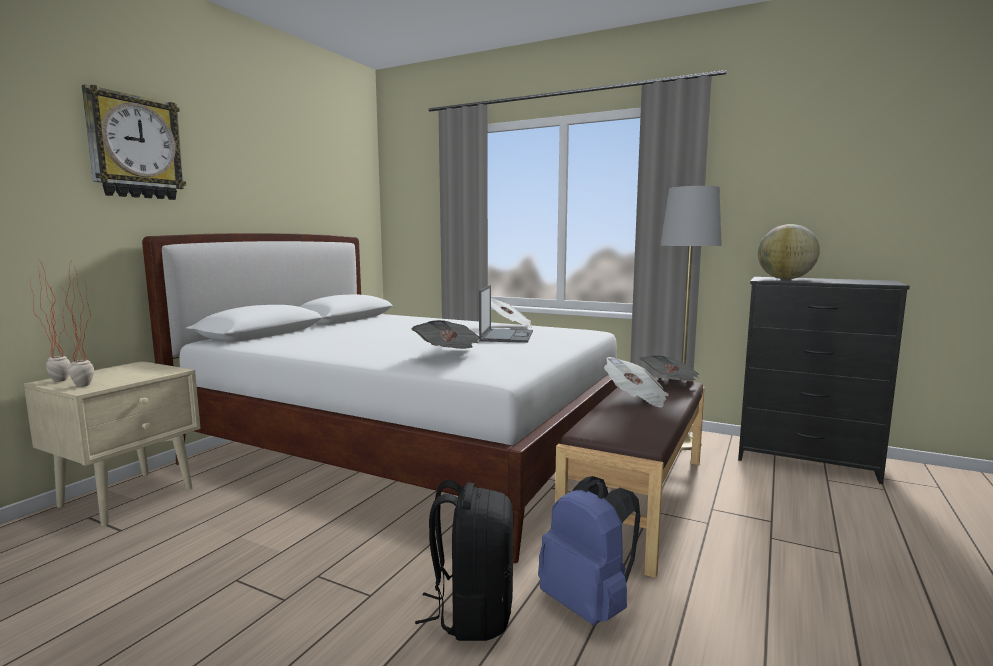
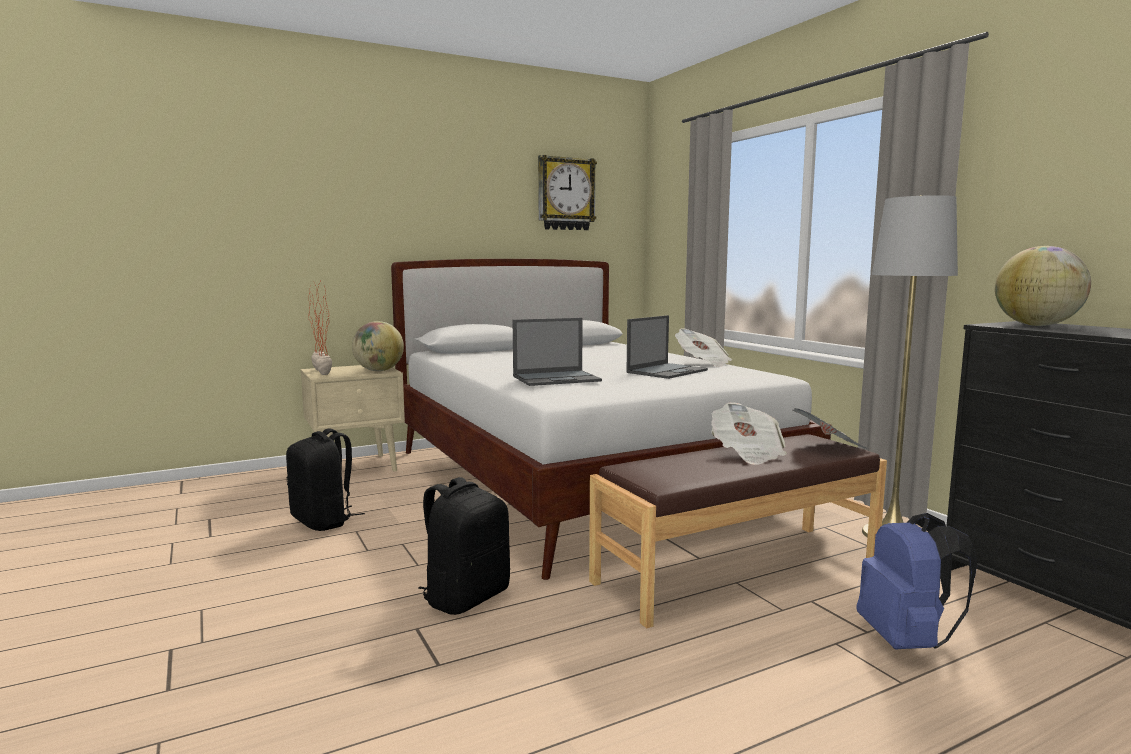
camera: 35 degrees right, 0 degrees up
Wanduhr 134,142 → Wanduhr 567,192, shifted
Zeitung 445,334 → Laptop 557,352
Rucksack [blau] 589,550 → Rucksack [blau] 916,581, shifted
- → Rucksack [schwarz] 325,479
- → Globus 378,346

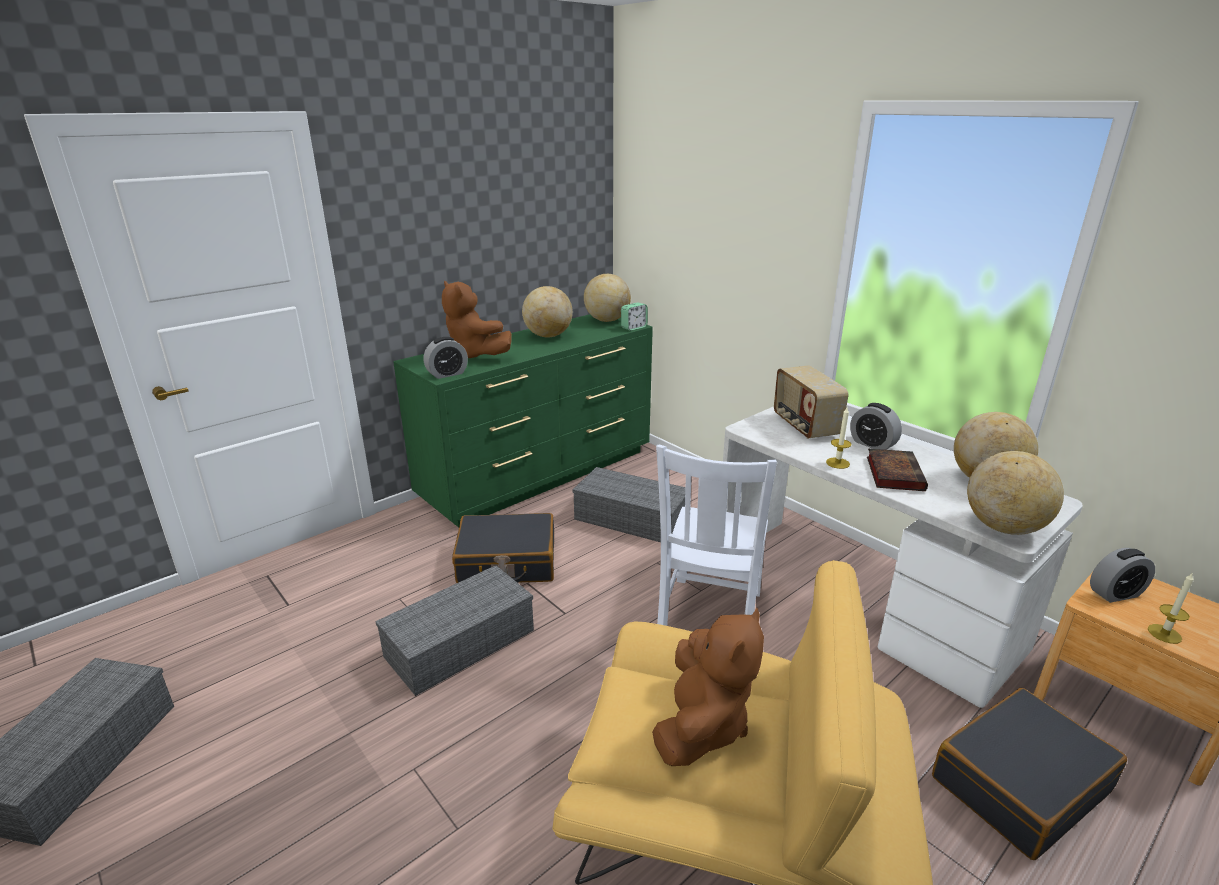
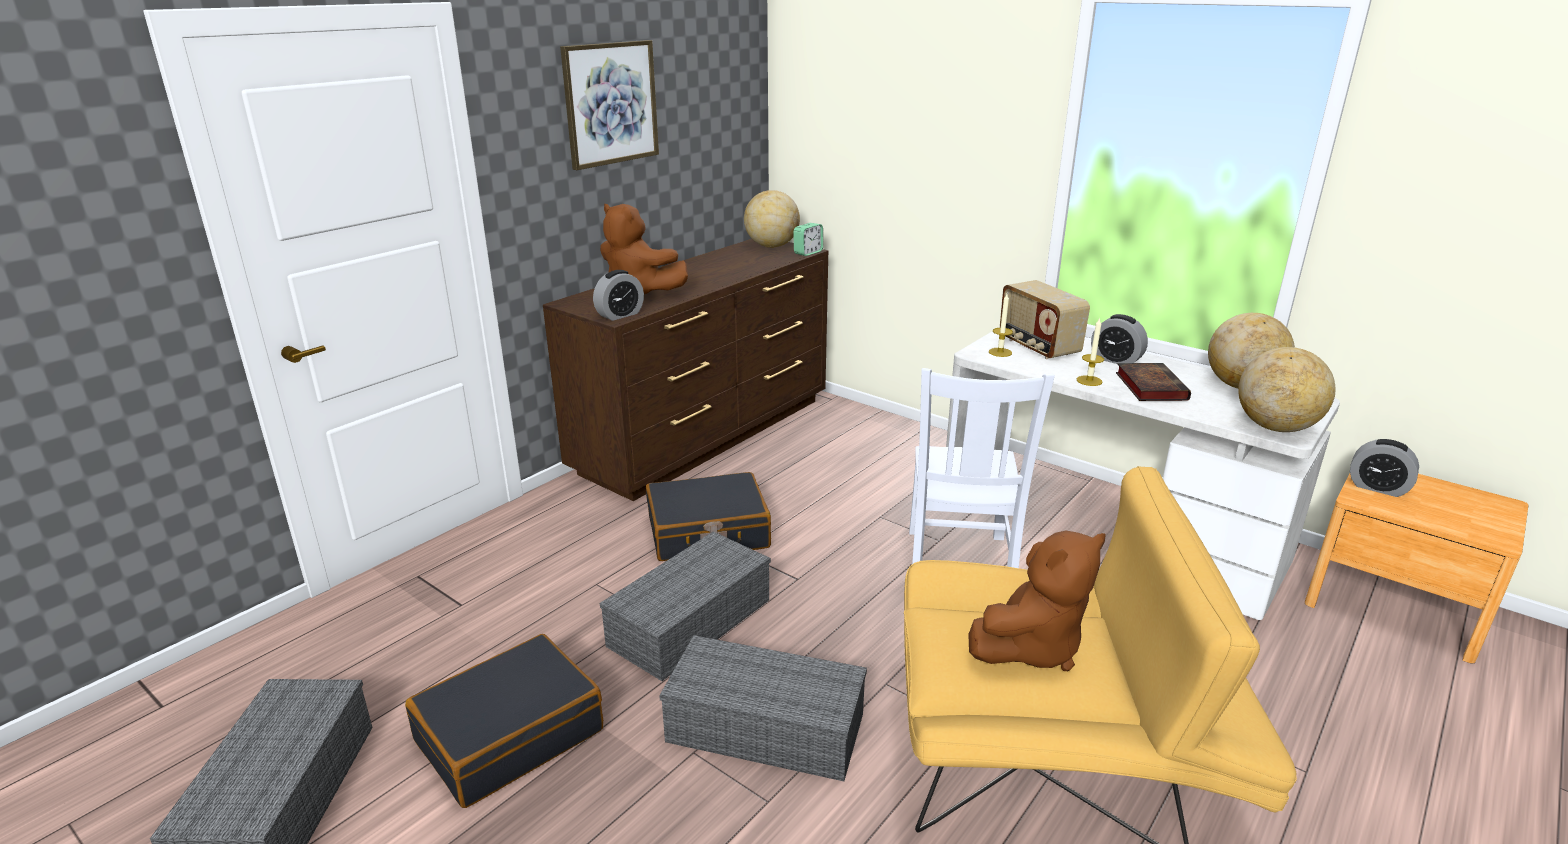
camera: 10 degrees left, 0 degrees up
Kommode [grün] 523,420 → Kommode [braun] 685,370
Globus 547,312 → -
Aufbewahrungsbox [grau] 629,504 → Aufbewahrungsbox [grau] 763,708, shifted
Plüschtier [braun] 708,687 → Plüschtier [braun] 1037,601, 45 degrees clockwise
Koffer [schwarz] 1029,774 → Koffer [schwarz] 504,721, shifted
Wecker 1122,575 → Wecker 1384,468, 60 degrees clockwise
Kerze 1171,608 → Kerze 1001,325, shifted
- → Bild 609,105

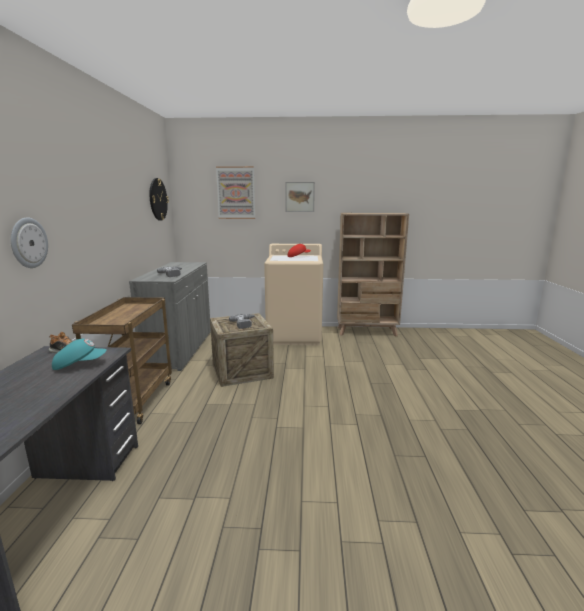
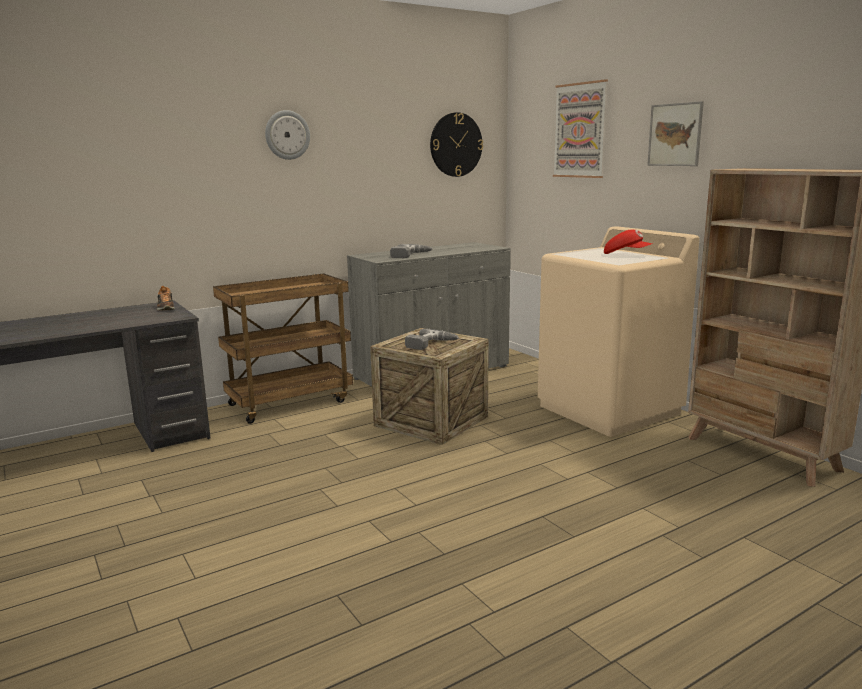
camera: 55 degrees right, 0 degrees up
Wanduhr 29,242 → Wanduhr 287,135, shifted
Kappe [türkis] 79,354 → -

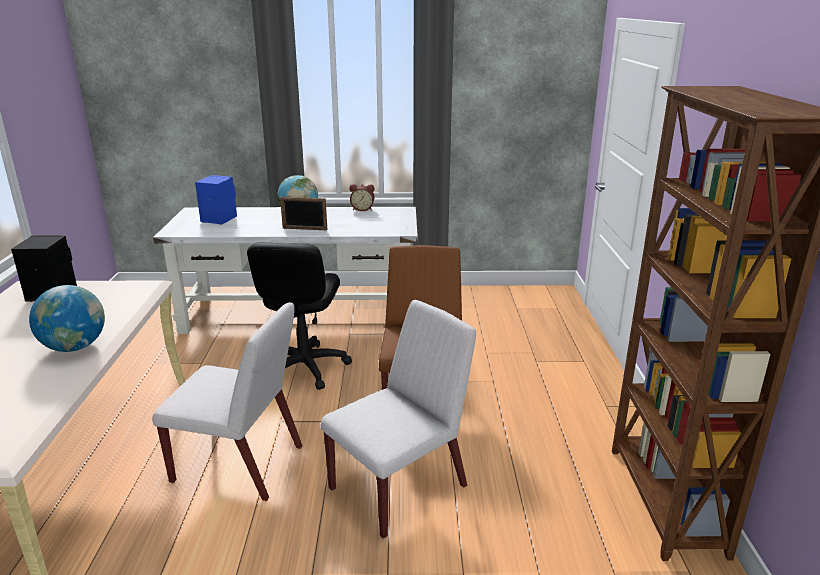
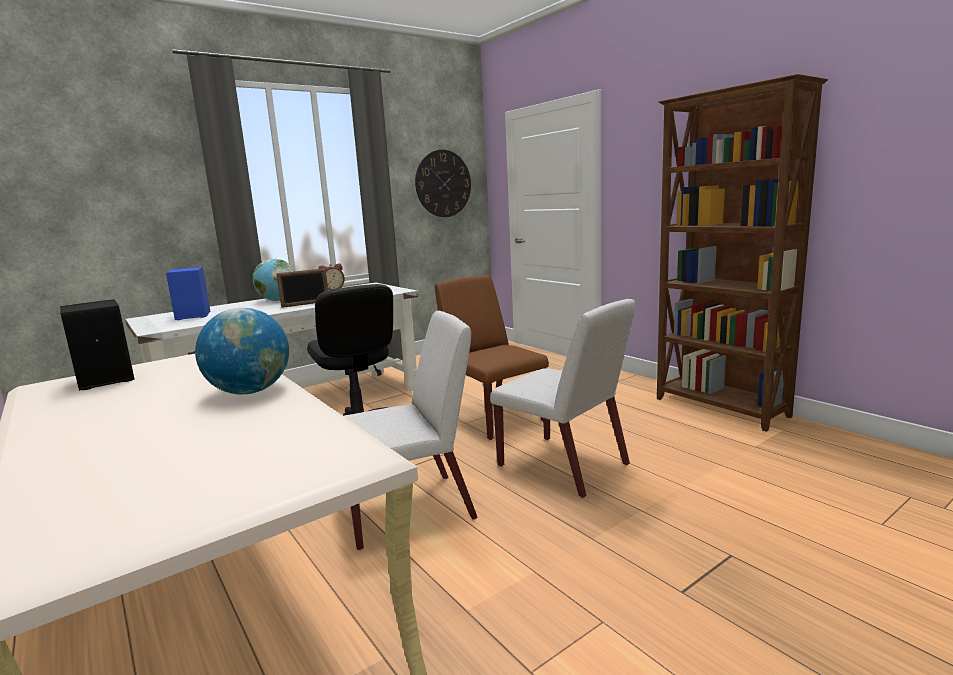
camera: 35 degrees left, 10 degrees down
Stuhl [weiß] 398,419 → Stuhl [weiß] 563,398, 120 degrees clockwise
- → Wanduhr 443,183

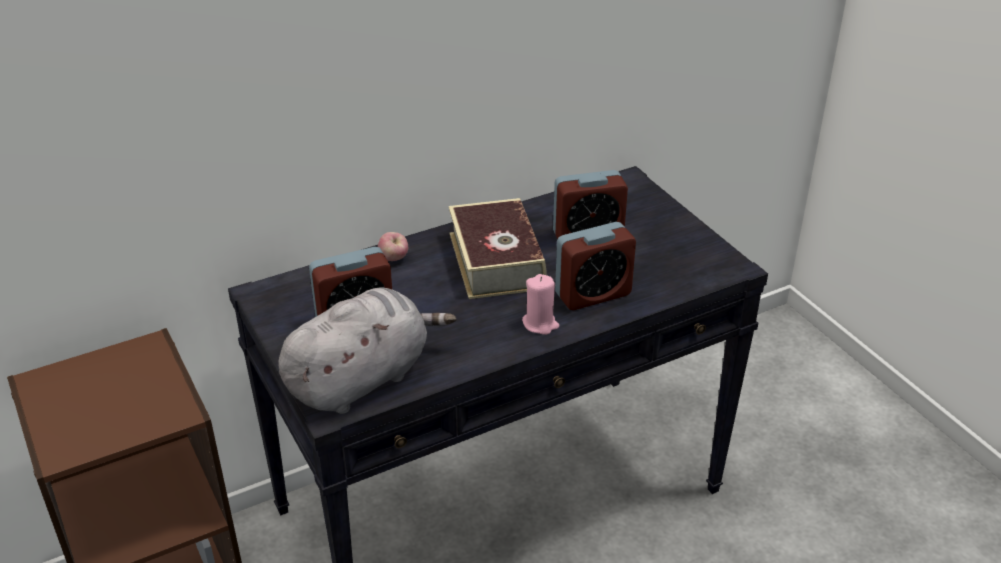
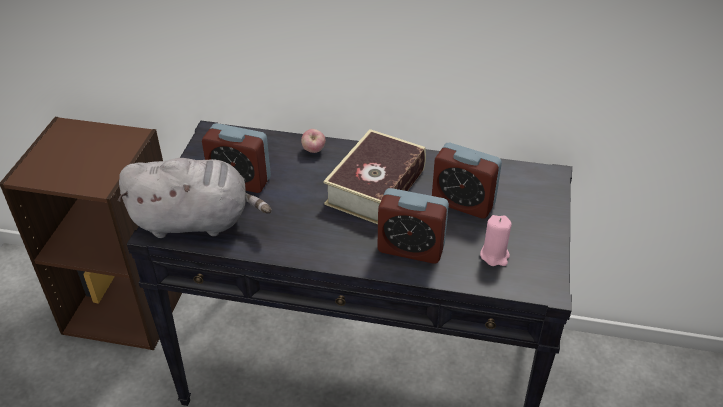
camera: 40 degrees right, 5 degrees up
Kerze [rosa] 540,304 → Kerze [rosa] 496,240, shifted

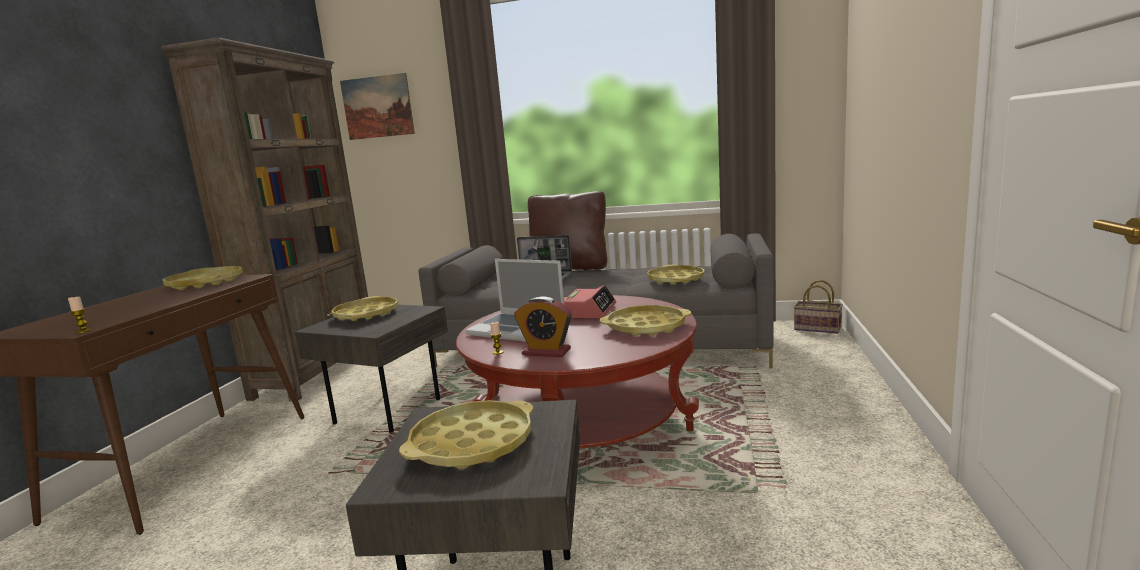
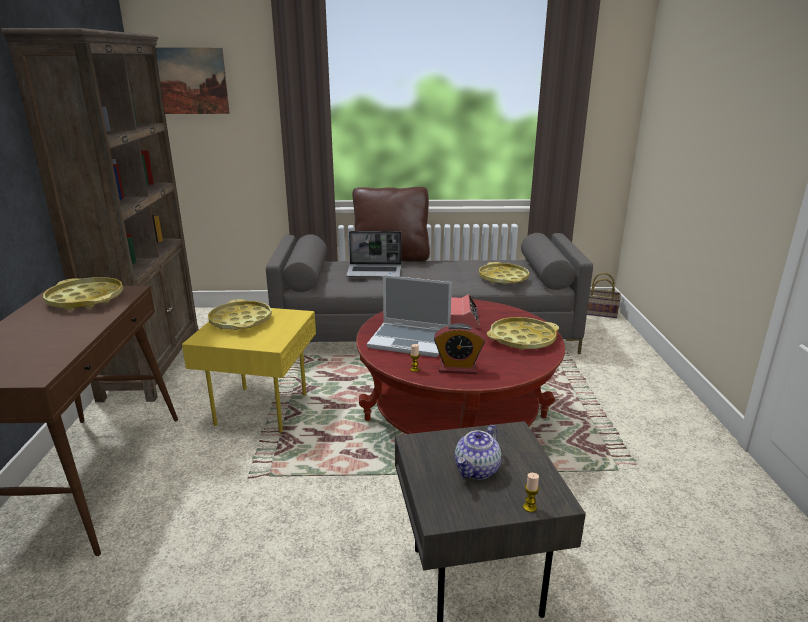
camera: 15 degrees left, 10 degrees up
Kerze 79,315 → Kerze 531,492, shifted
Beistelltisch [grau] 371,369 → Beistelltisch [gelb] 249,370
Tablett [gelb] 466,434 → Teekanne 478,452

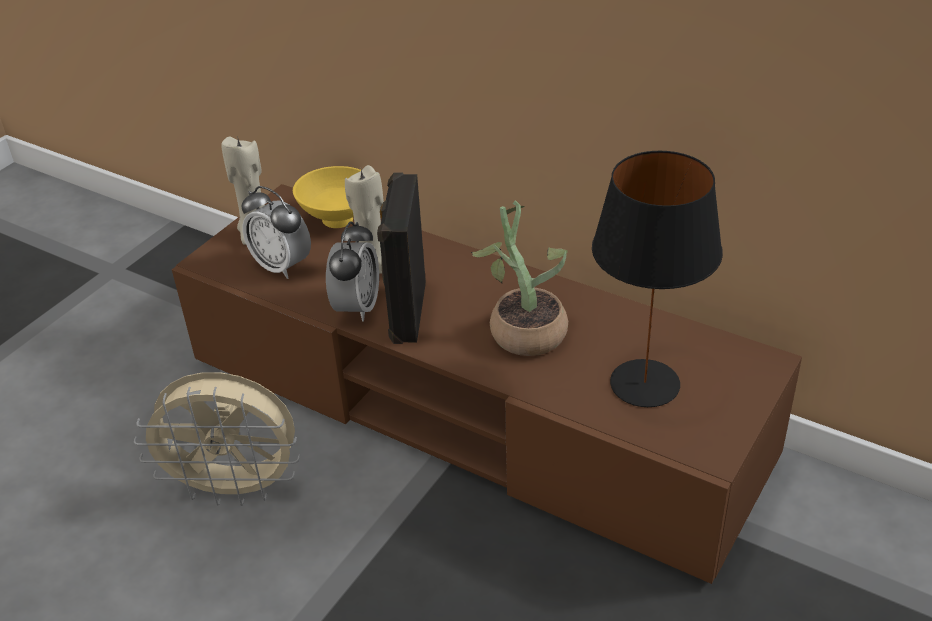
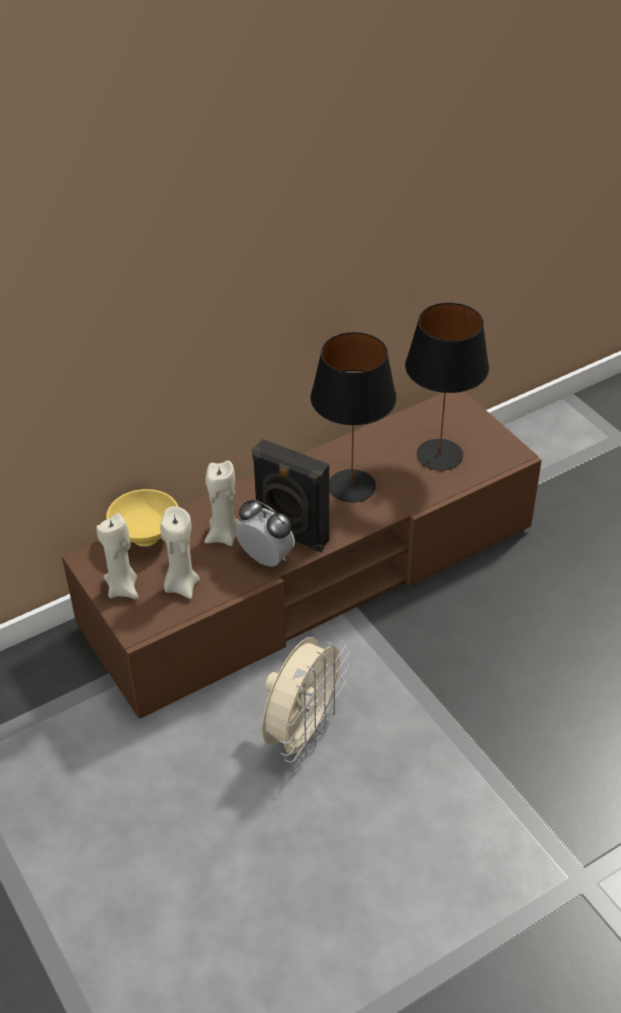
camera: 65 degrees left, 5 degrees up
Wecker 276,232 → Kerze [beige] 180,552
Topfpflanze 519,278 → Tischlampe [schwarz] 353,417

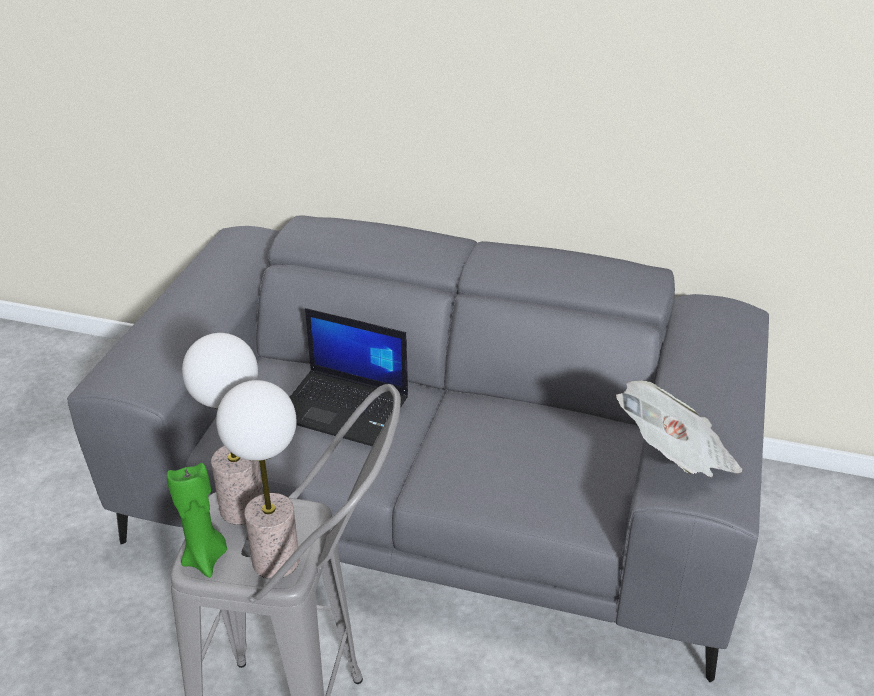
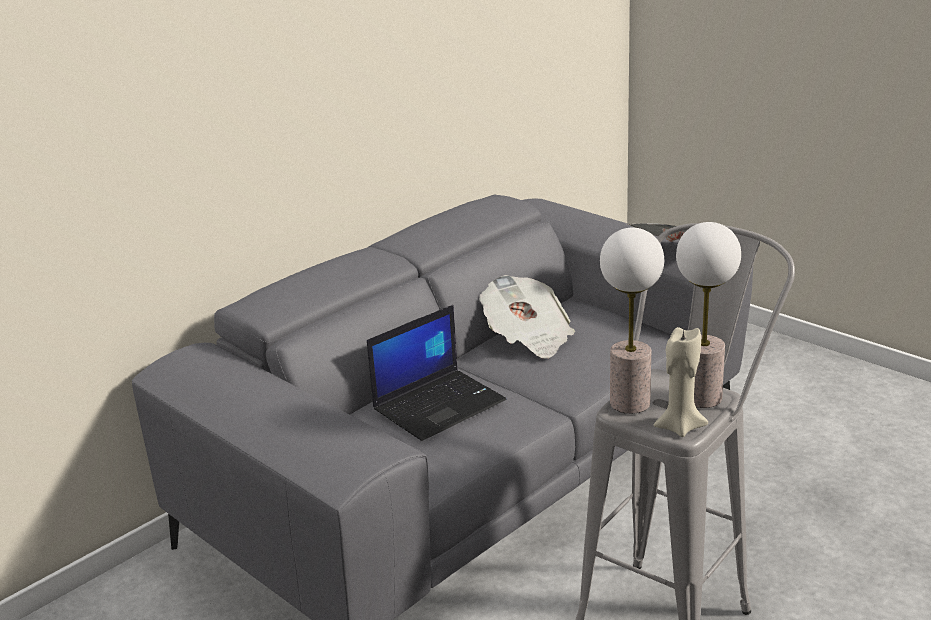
camera: 60 degrees left, 10 degrees down
Kerze [grün] 197,520 → Kerze [beige] 681,382
- → Zeitung 527,317

